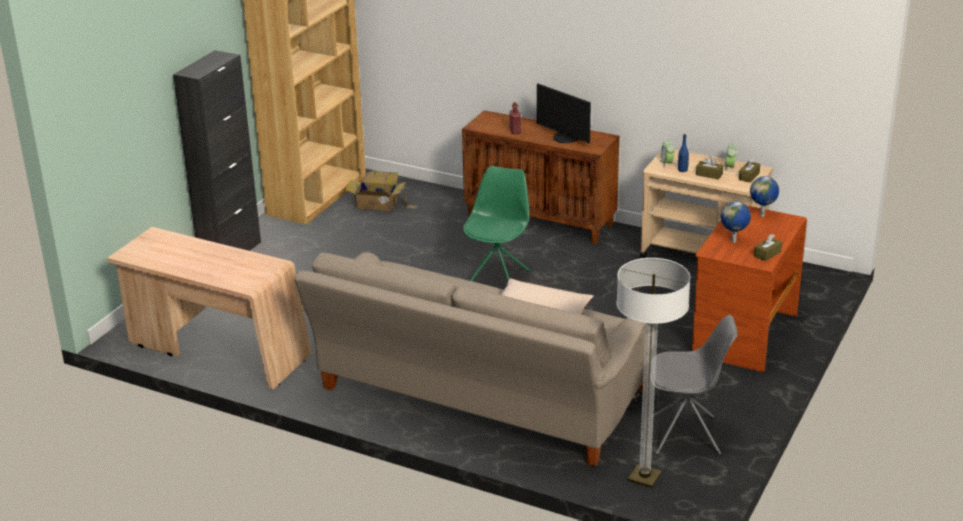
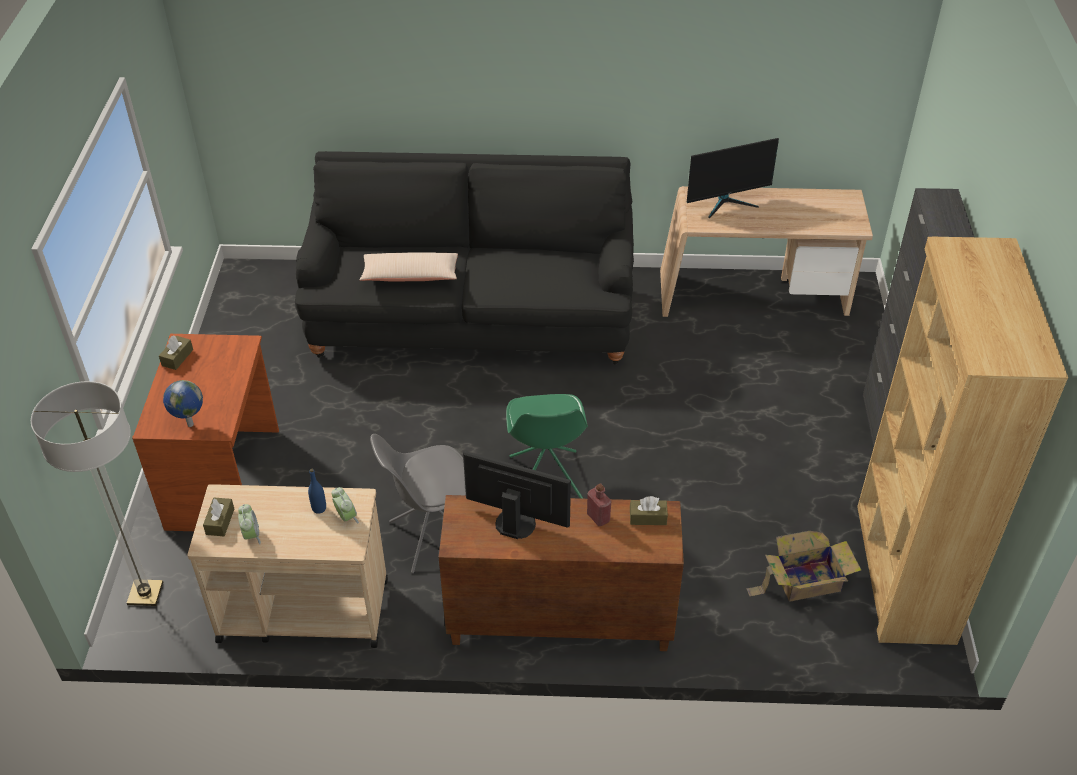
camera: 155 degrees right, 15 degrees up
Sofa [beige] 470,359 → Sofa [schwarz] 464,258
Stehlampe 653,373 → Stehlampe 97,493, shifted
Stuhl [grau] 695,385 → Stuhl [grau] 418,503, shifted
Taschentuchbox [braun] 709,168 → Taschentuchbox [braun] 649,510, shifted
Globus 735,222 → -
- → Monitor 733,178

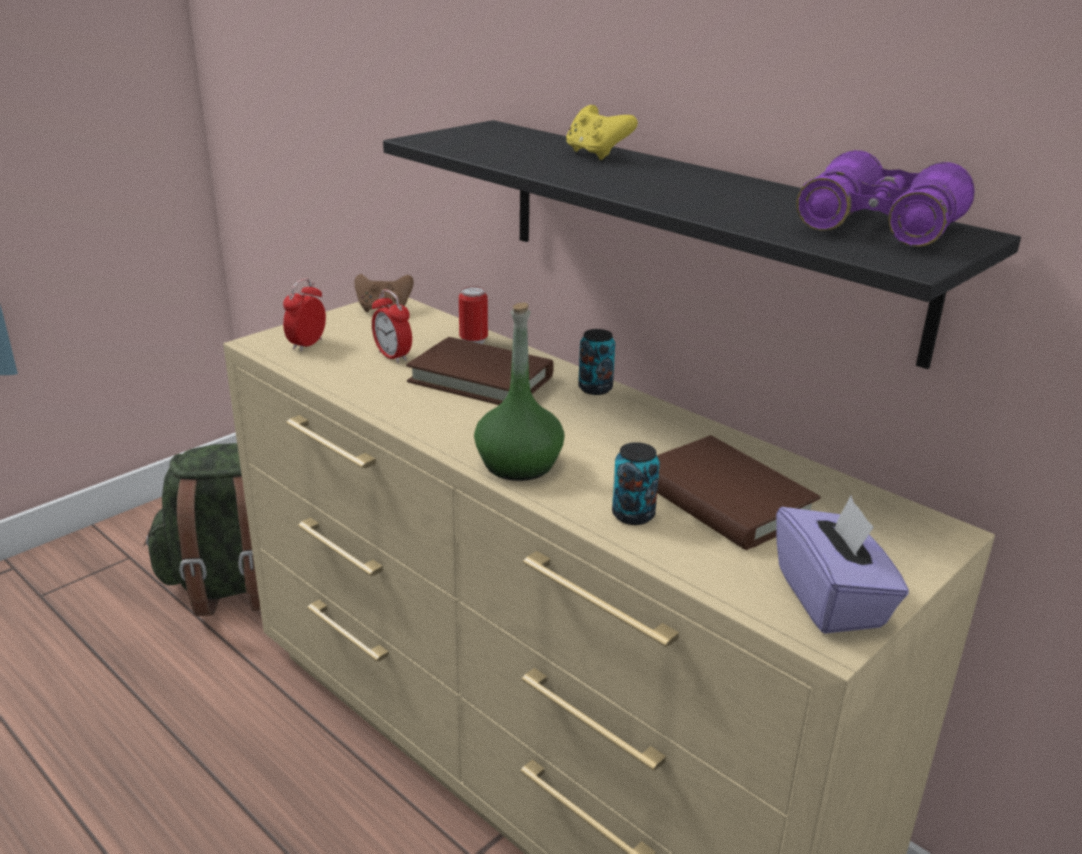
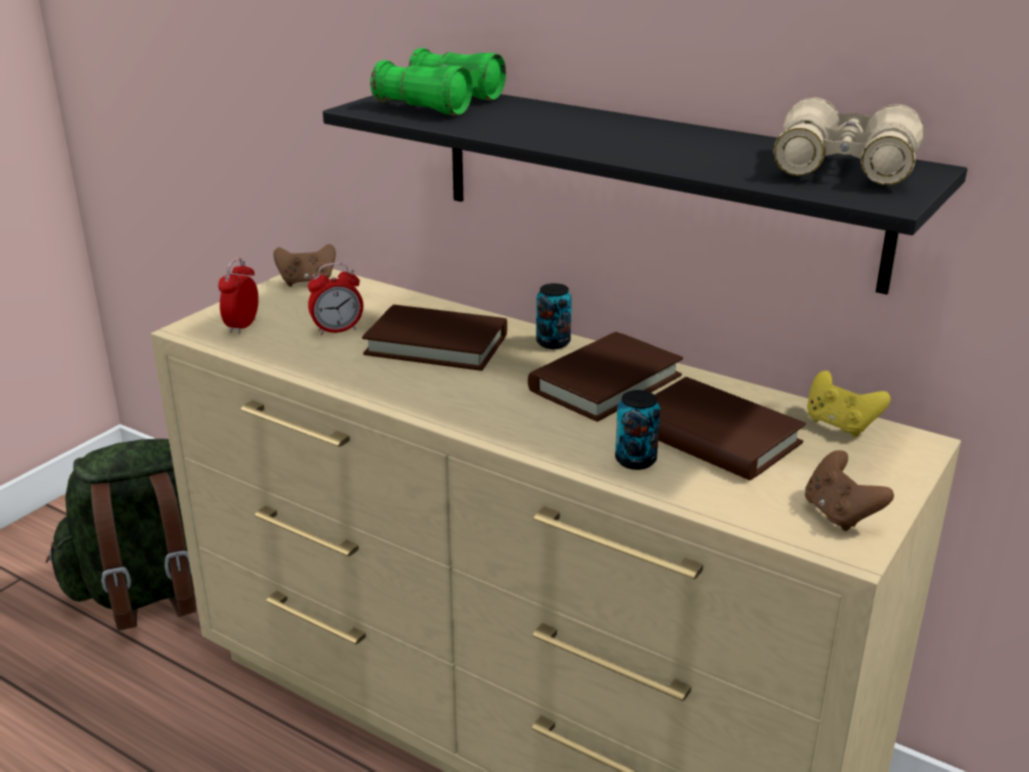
camera: 10 degrees left, 0 degrees up
Wecker 392,326 → Wecker 335,299, 60 degrees counterclockwise
Dose 473,315 → -
Flasche [grün] 519,391 → -
Gamepad [gelb] 602,132 → Gamepad [gelb] 849,404, shifted
Taschentuchbox [lila] 842,565 → Gamepad [braun] 849,490
Fernglas [lila] 885,198 → Fernglas [beige] 849,141
- → Fernglas [grün] 438,82
- → Buch [braun] 605,377

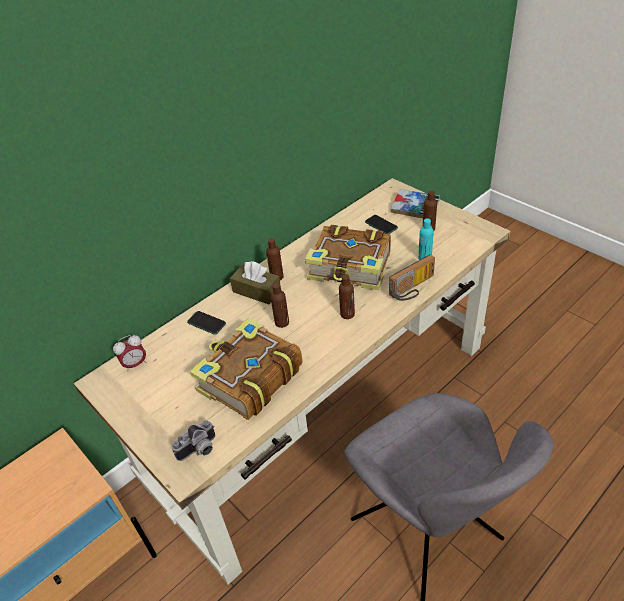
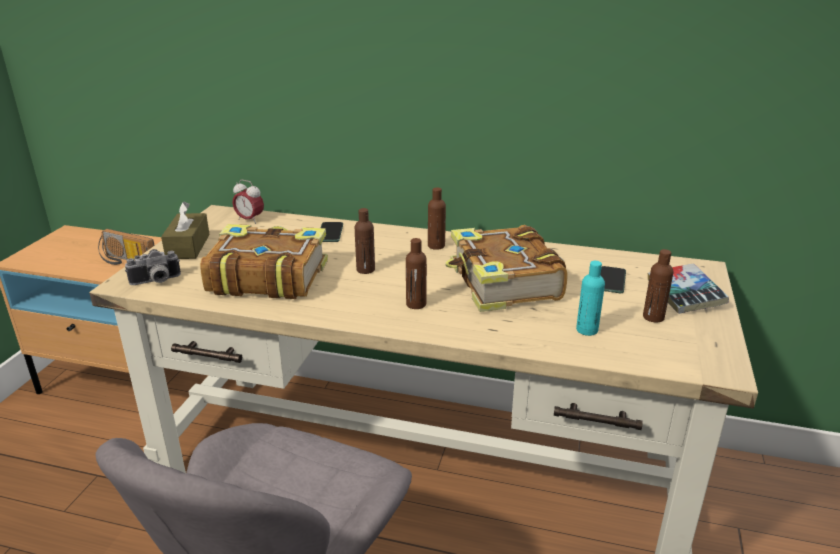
camera: 55 degrees right, 15 degrees down
Kamera 193,440 → Kamera 153,267, 45 degrees counterclockwise
Taschentuchbox [braun] 255,282 → Taschentuchbox [braun] 185,230, shifted
Radio 412,277 → Radio 126,247, shifted

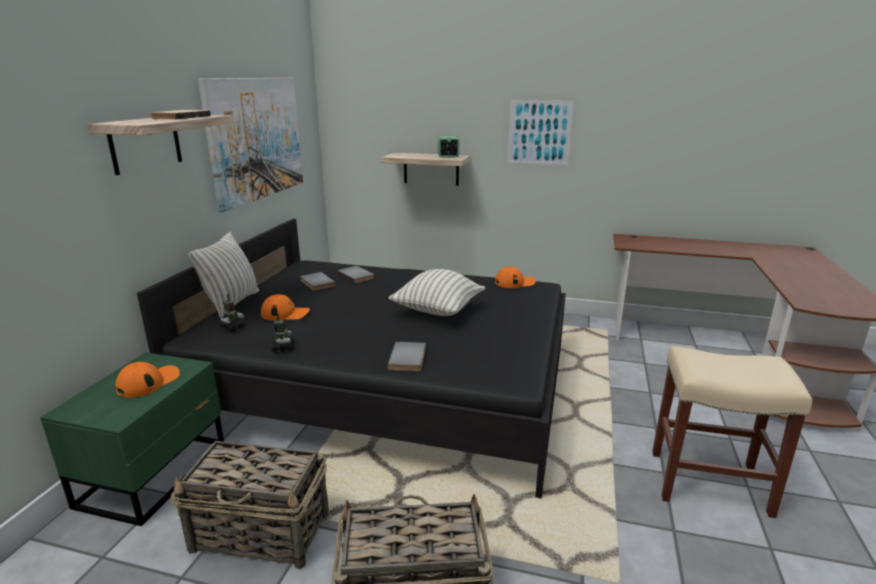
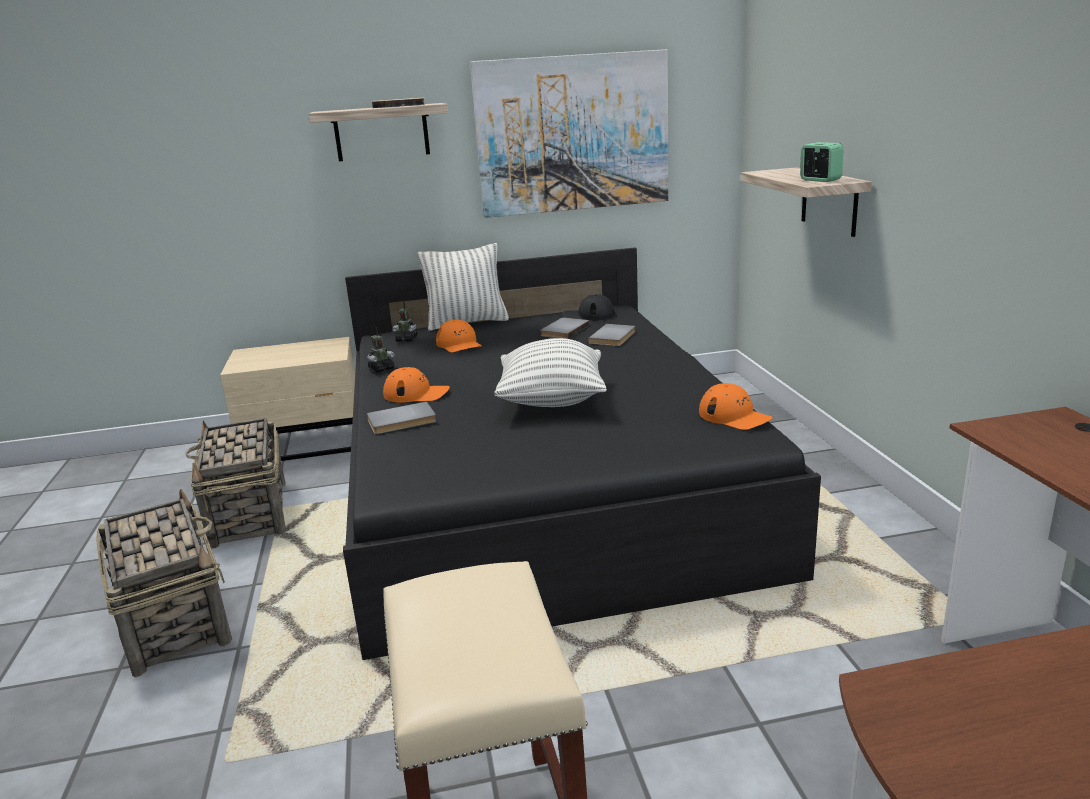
camera: 65 degrees right, 0 degrees up
Nachttisch [grün] 132,439 → Nachttisch [beige] 287,399
Kappe [orange] 147,380 → Kappe [orange] 416,385, shifted
Bild 541,132 → -
- → Kappe [schwarz] 589,307

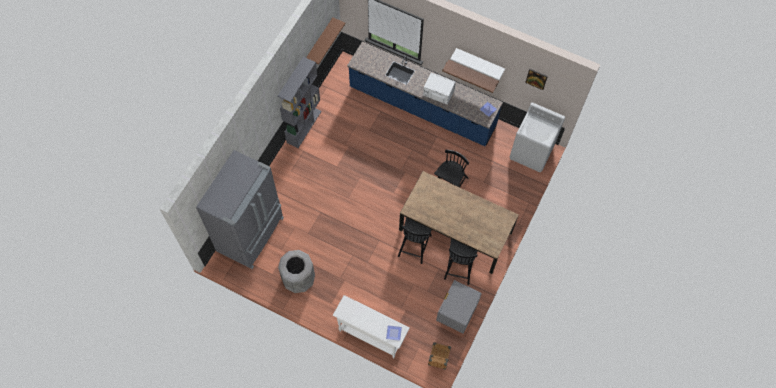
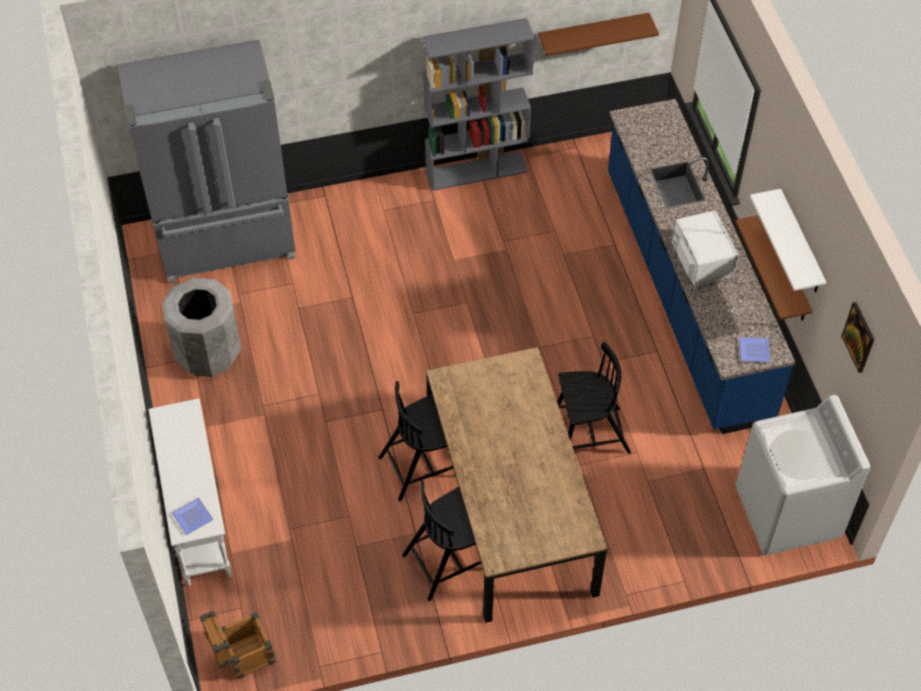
camera: 50 degrees right, 10 degrees down
Nachttisch [grau] 459,307 → -

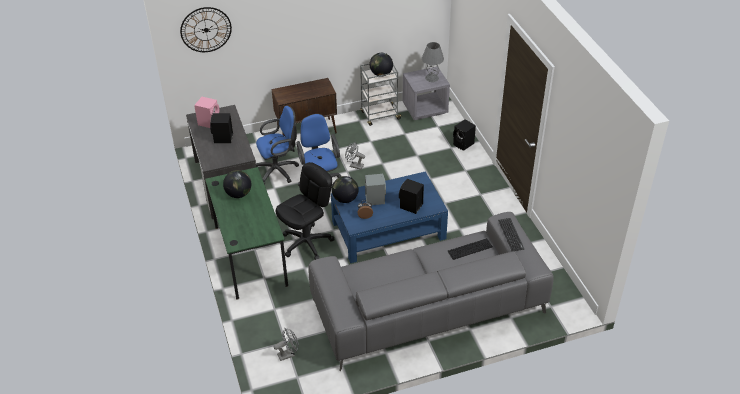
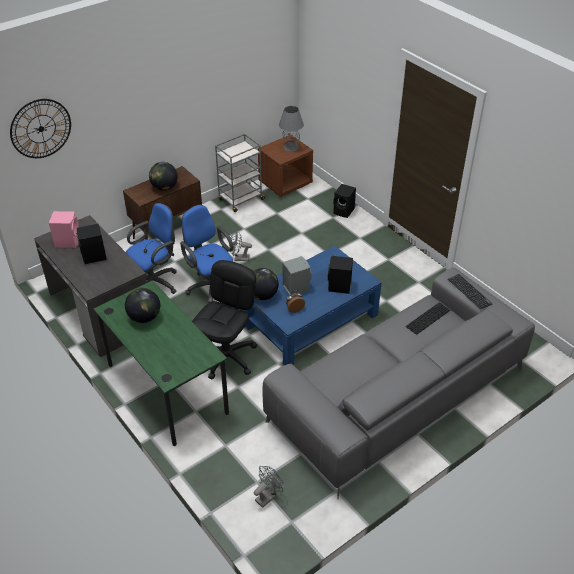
camera: 20 degrees left, 0 degrees up
Globus 381,65 → Globus 163,176, shifted
Nachttisch [grau] 426,93 → Nachttisch [braun] 285,165

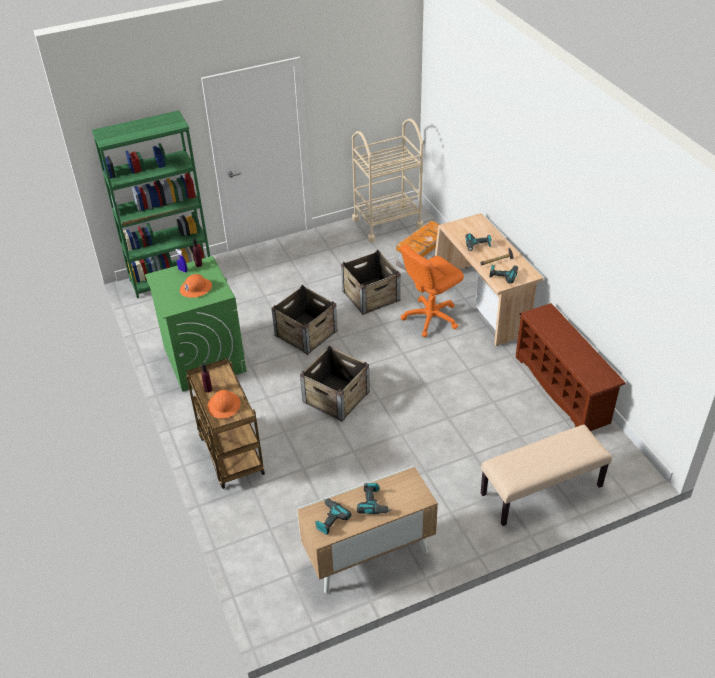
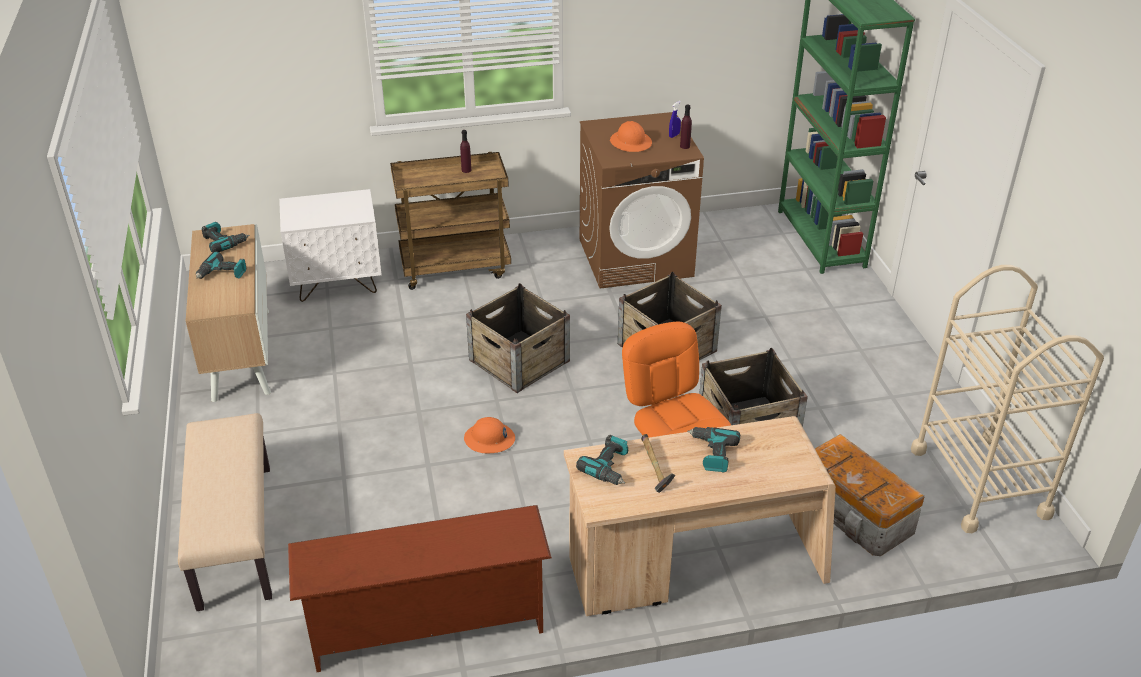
camera: 100 degrees right, 5 degrees down
Waschmaschine [grün] 195,324 → Waschmaschine [braun] 642,200
Schutzhelm [orange] 224,404 → Schutzhelm [orange] 489,435, shifted
- → Nachttisch [weiß] 330,245

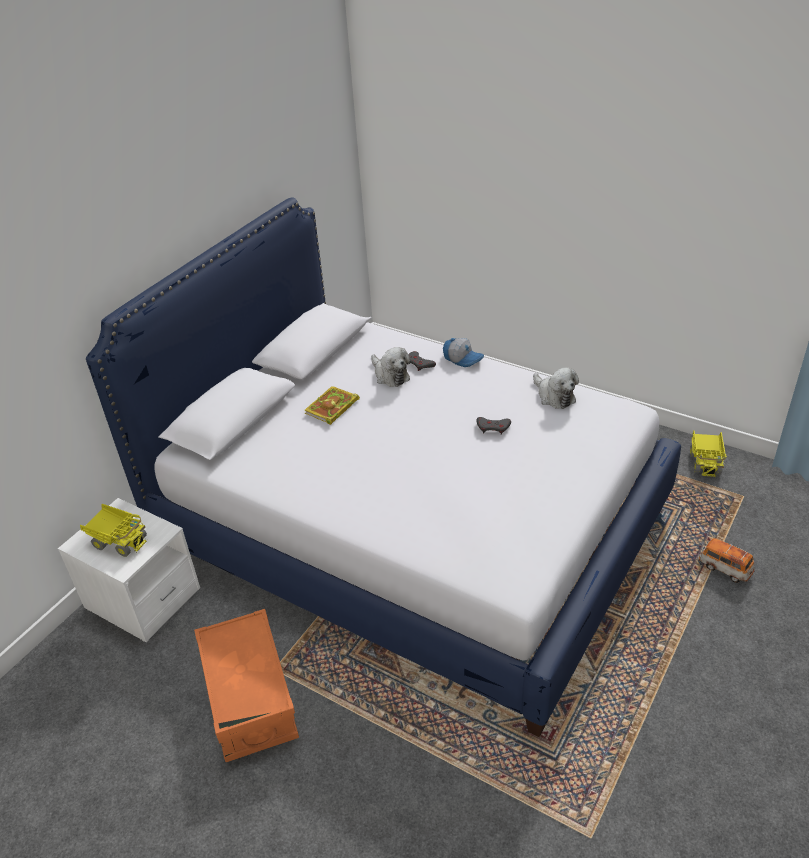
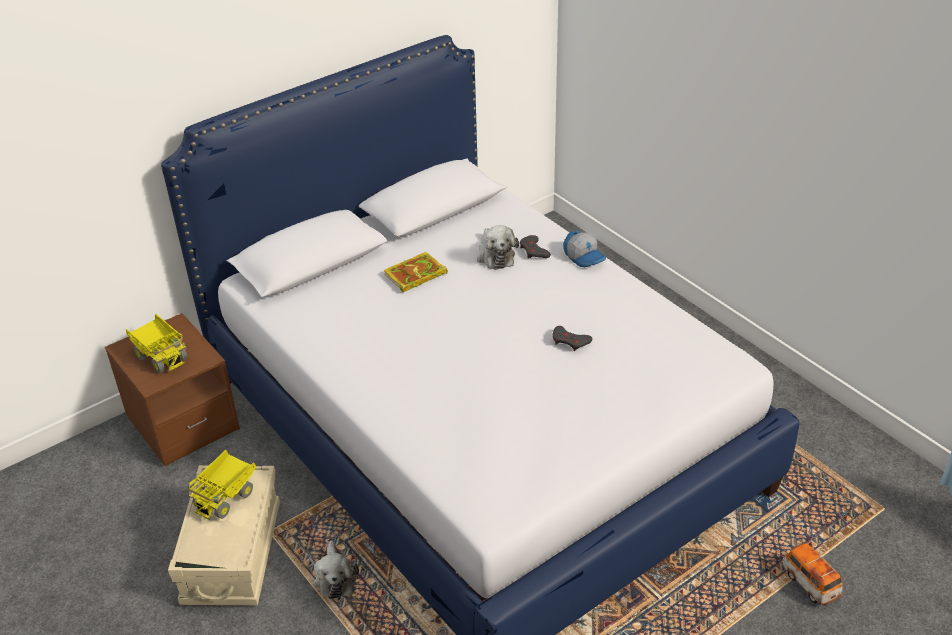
camera: 20 degrees right, 0 degrees up
Nachttisch [weiß] 129,570 → Nachttisch [braun] 172,390
Aufbewahrungsbox [orange] 246,685 → Aufbewahrungsbox [beige] 224,535
Plüschtier 556,388 → Plüschtier 336,569, shifted
Spielzeuglaster 708,453 → Spielzeuglaster 222,485, shifted

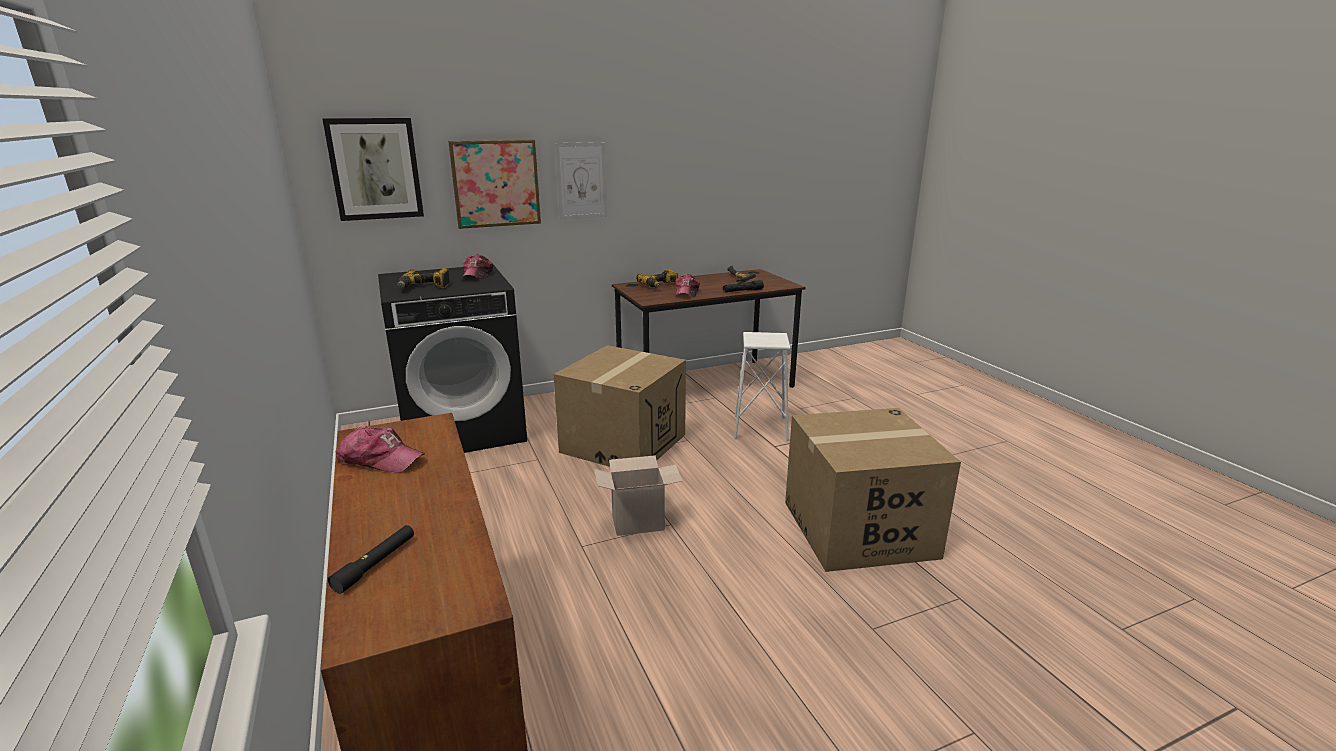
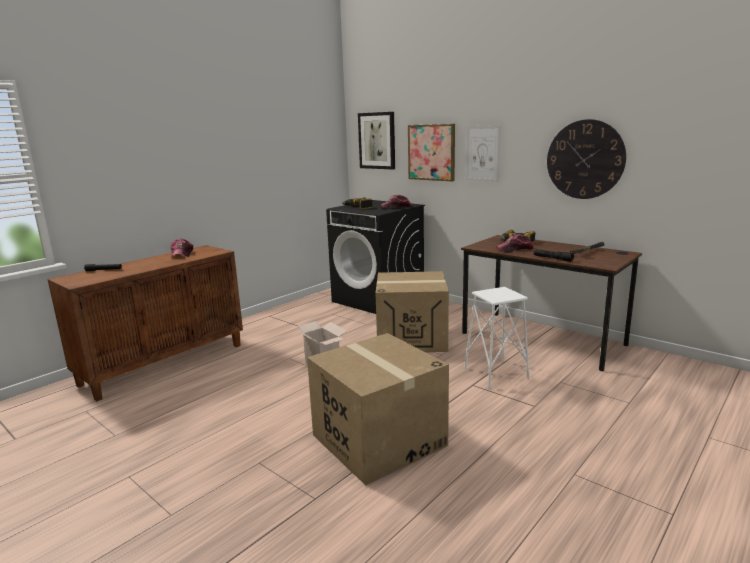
camera: 65 degrees right, 5 degrees down
- → Wanduhr 586,159

